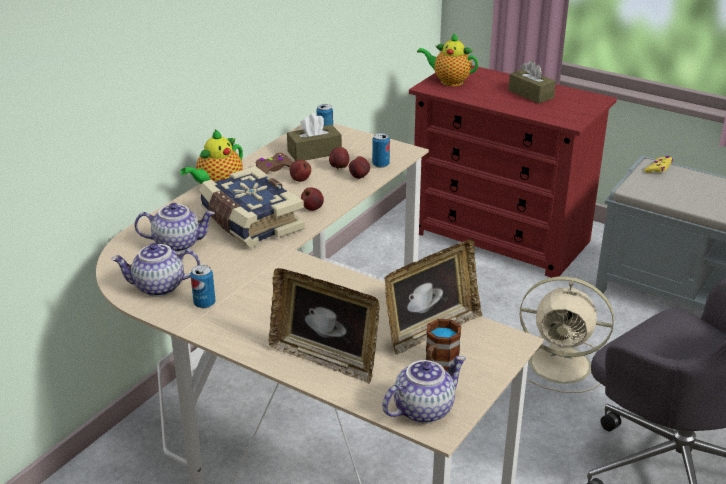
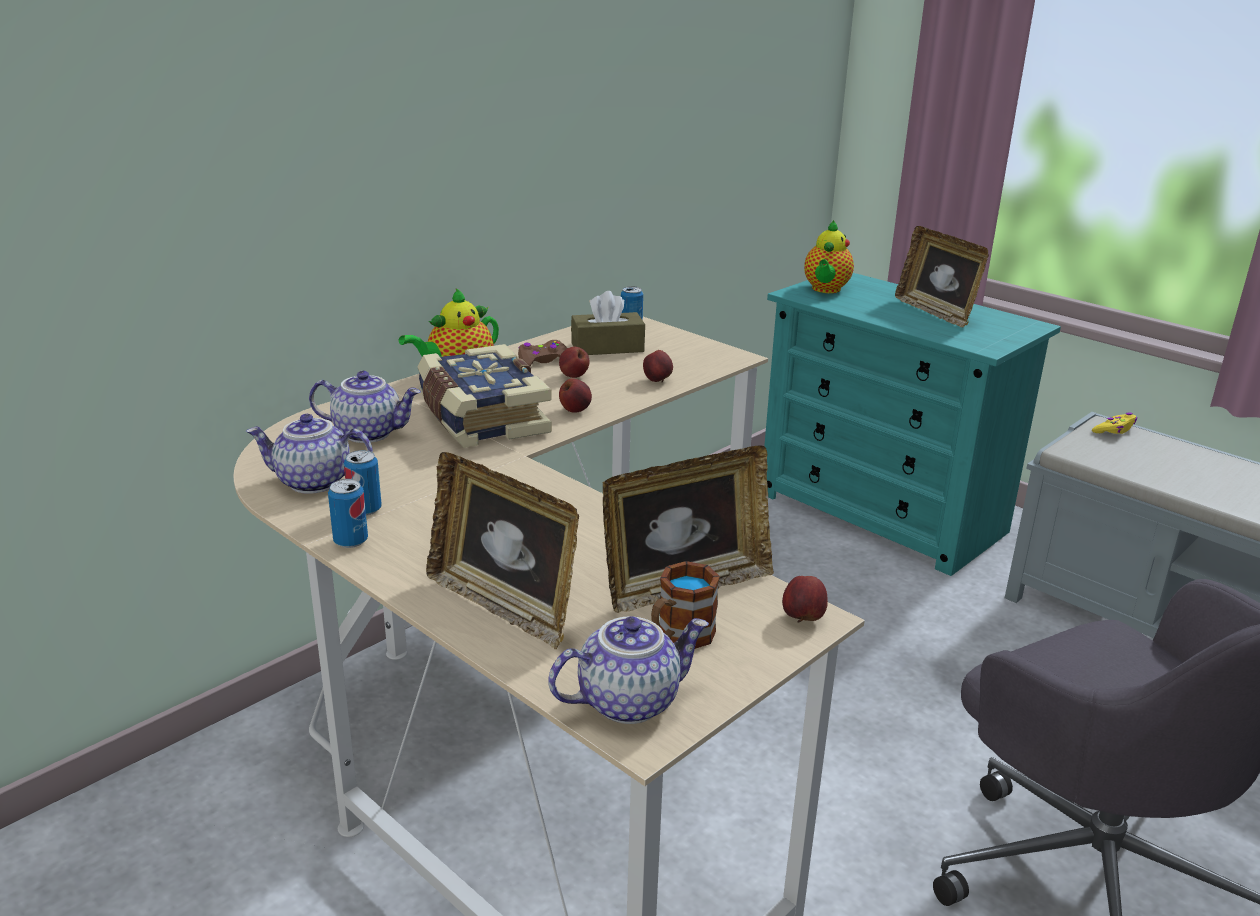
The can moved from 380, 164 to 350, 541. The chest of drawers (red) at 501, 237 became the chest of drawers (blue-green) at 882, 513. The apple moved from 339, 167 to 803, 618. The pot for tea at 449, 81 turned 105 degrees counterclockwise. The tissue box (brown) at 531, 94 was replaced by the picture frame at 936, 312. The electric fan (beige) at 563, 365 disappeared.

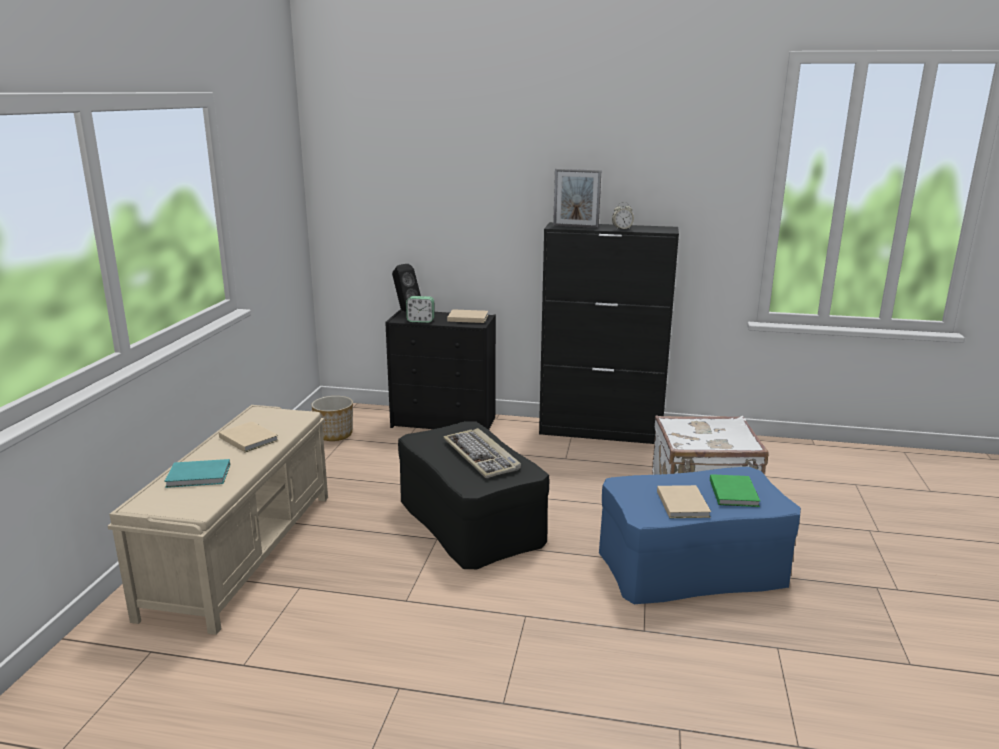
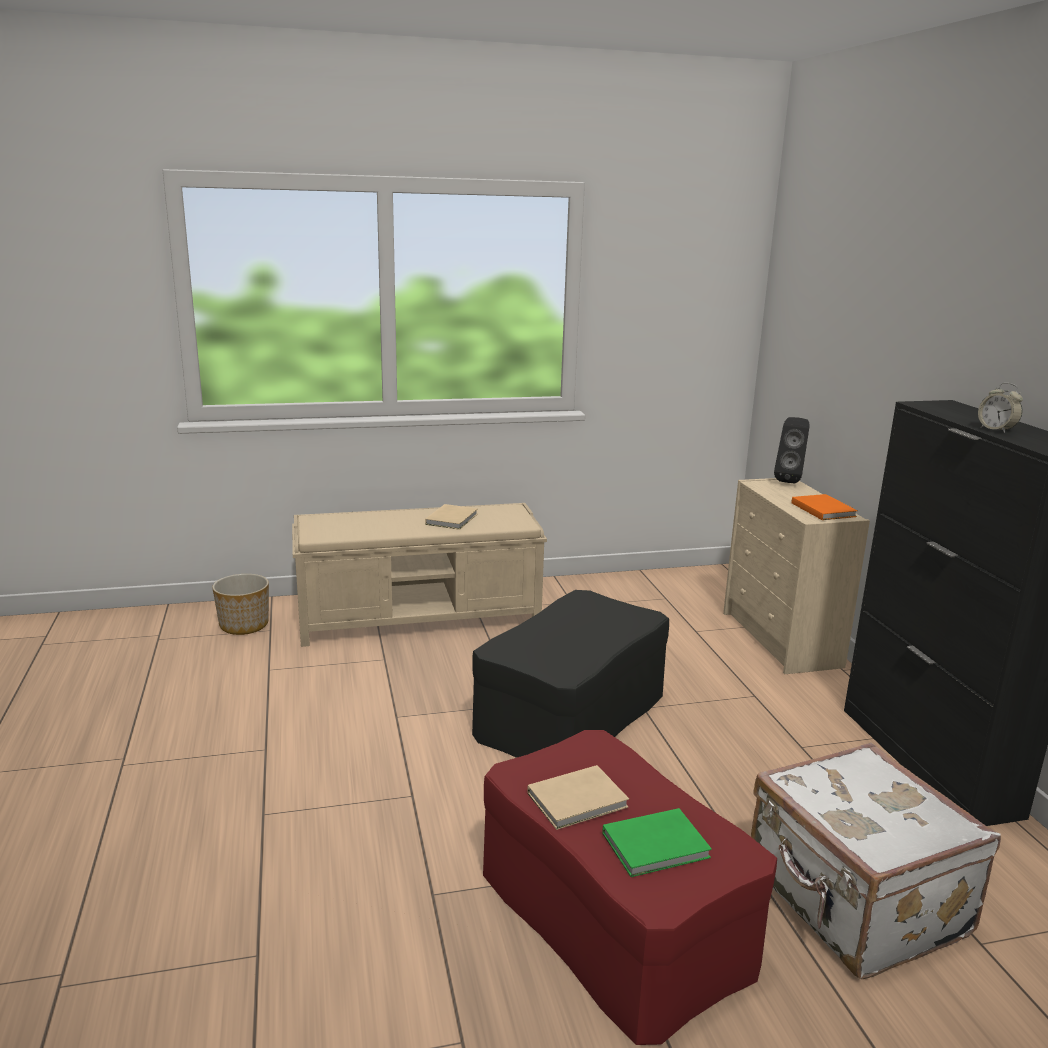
The plant pot moved from 334, 434 to 244, 625. The ottoman (bluish) at 691, 566 became the ottoman (red) at 615, 918. The chest of drawers (black-coloured) at 445, 422 became the chest of drawers (beige) at 781, 640. The book (beige) at 467, 318 became the book (orangey) at 823, 509. The book (blue-green) at 200, 476 disappeared. The alarm clock at 420, 321 disappeared. The PC keyboard at 482, 456 disappeared. The picture frame at 575, 226 disappeared.

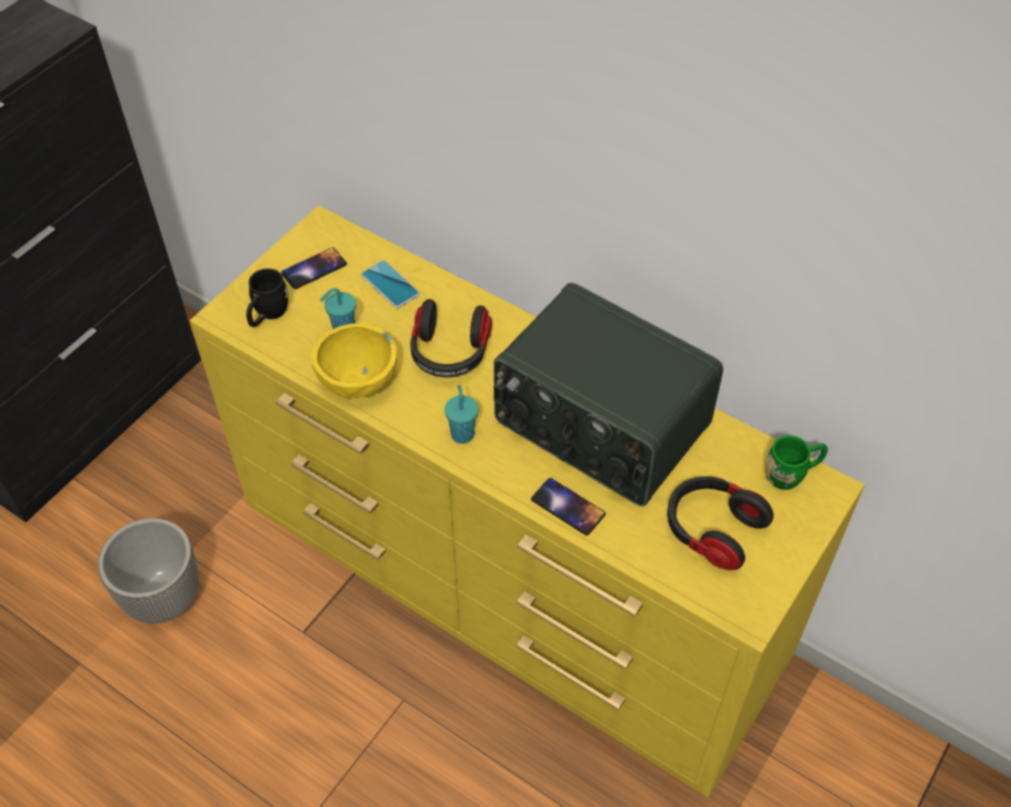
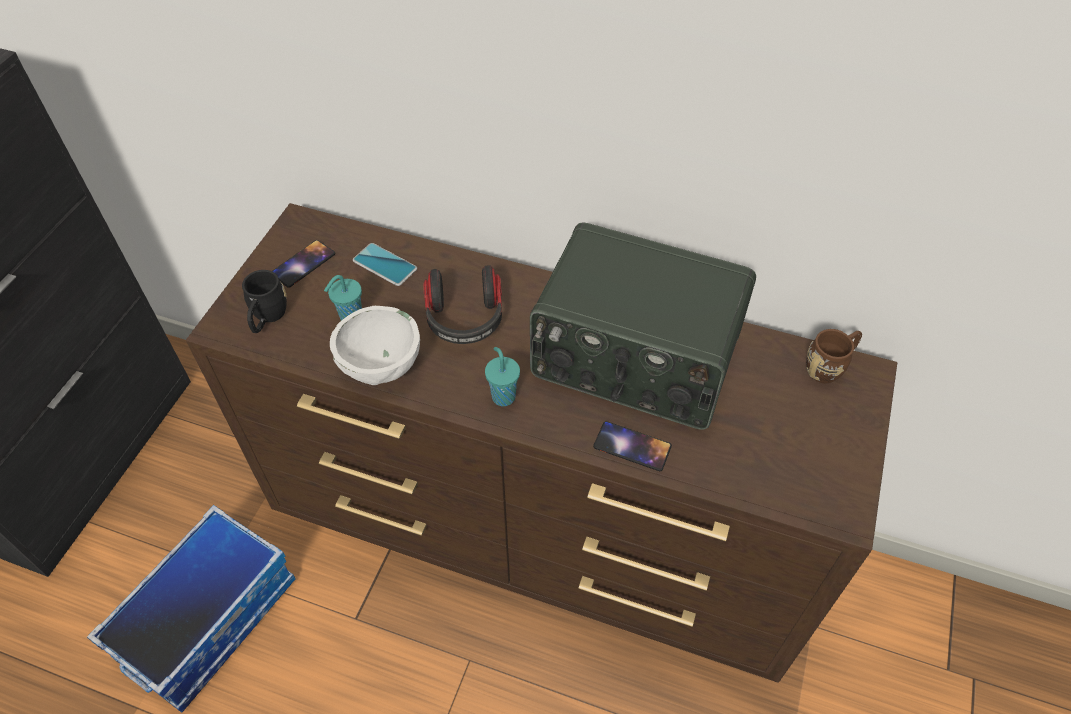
The plant pot at 164, 597 was replaced by the storage container at 208, 618. The chest of drawers (yellowish) at 510, 592 became the chest of drawers (brown) at 539, 532. The bowl (yellowish) at 358, 382 became the bowl (whitish) at 382, 367. The mug (green-coloured) at 792, 474 became the mug (brown) at 829, 367. The headphones at 712, 530 disappeared.

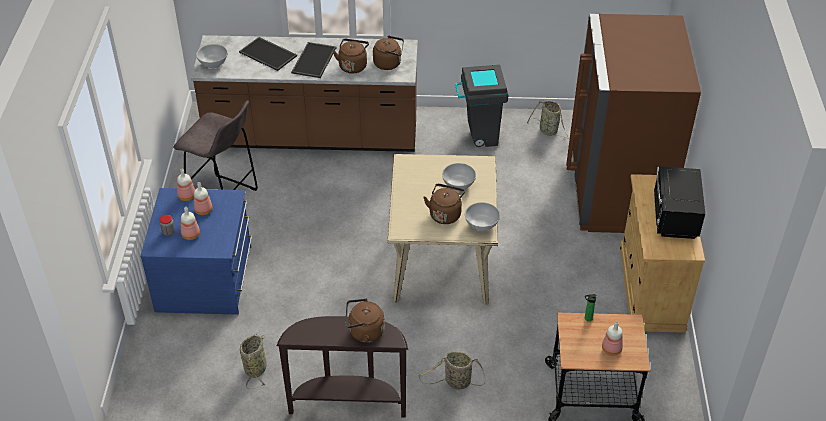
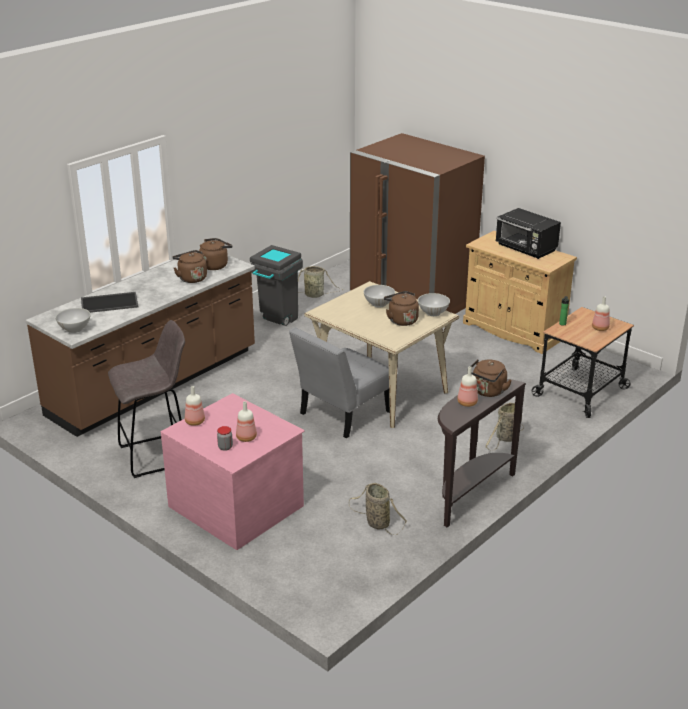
The chest of drawers (bluish) at 206, 279 became the chest of drawers (pinkish) at 237, 505. The plain chair (greyish) at 341, 415 appeared. The bottle moved from 203, 210 to 467, 403. The tray at 314, 61 disappeared.

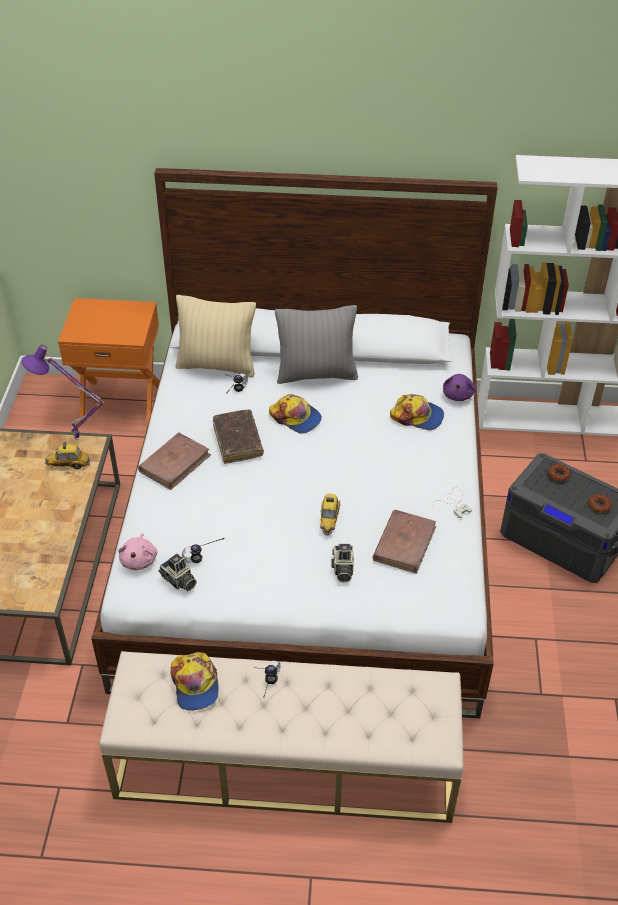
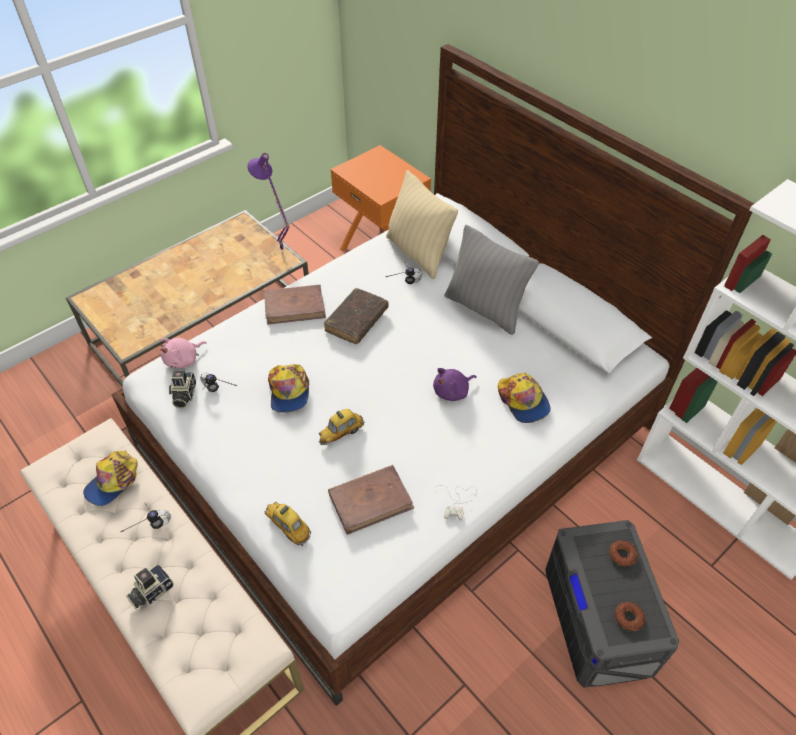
The still camera moved from 342, 569 to 151, 591. The model car moved from 68, 464 to 288, 527. The baseball cap moved from 296, 417 to 289, 391. The plush toy (purplish) moved from 458, 395 to 453, 391.

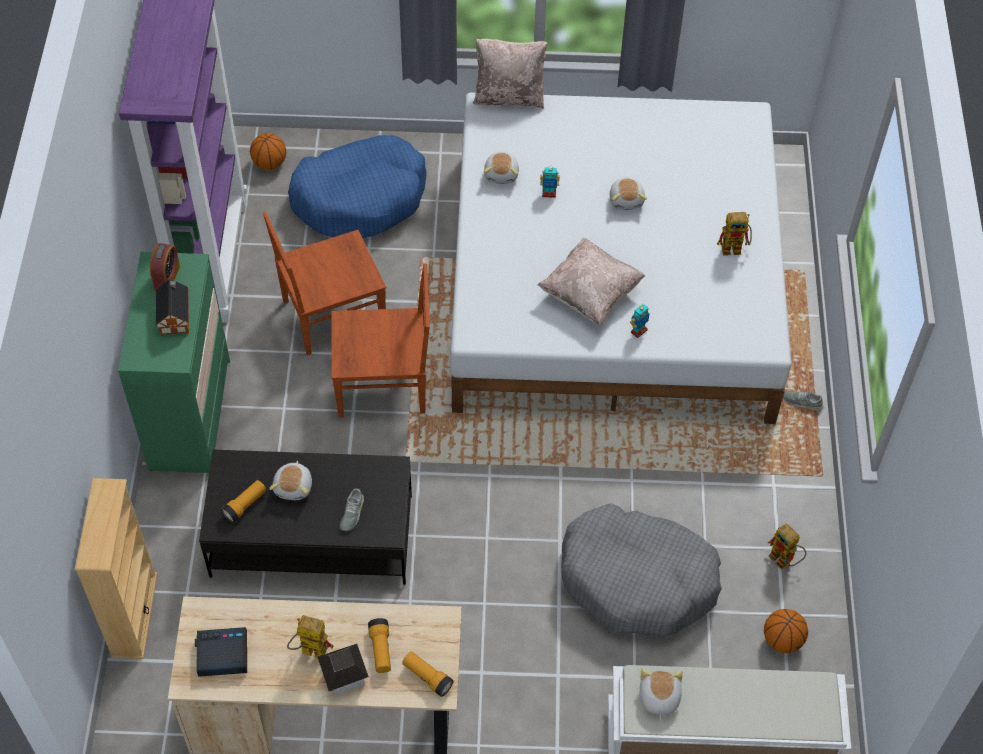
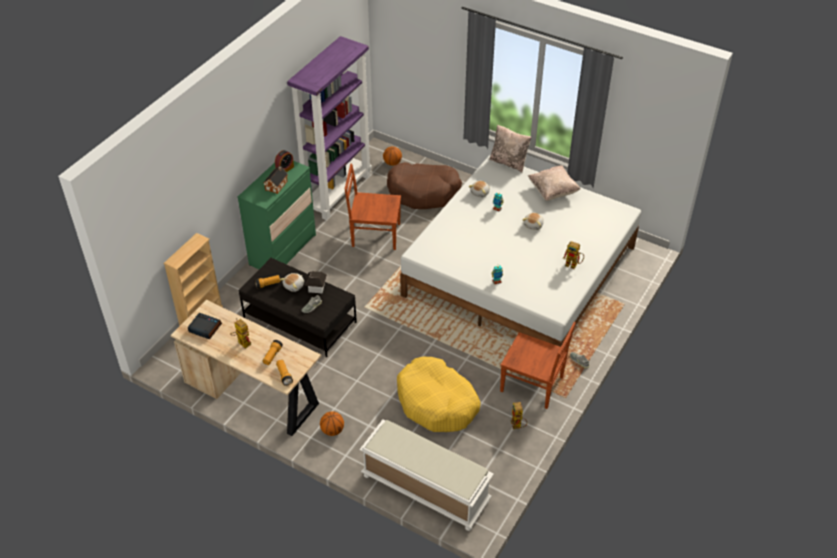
The model house moved from 344, 676 to 316, 287. The basketball ball moved from 782, 640 to 332, 431. The pet bed (bluish) at 360, 198 became the pet bed (brown) at 424, 192. The pet bed (greyish) at 637, 580 became the pet bed (yellowish) at 437, 402. The plain chair (brown) moved from 384, 384 to 533, 385. The throw pillow (beige) moved from 590, 294 to 553, 191. The plush toy at 658, 698 disappeared.

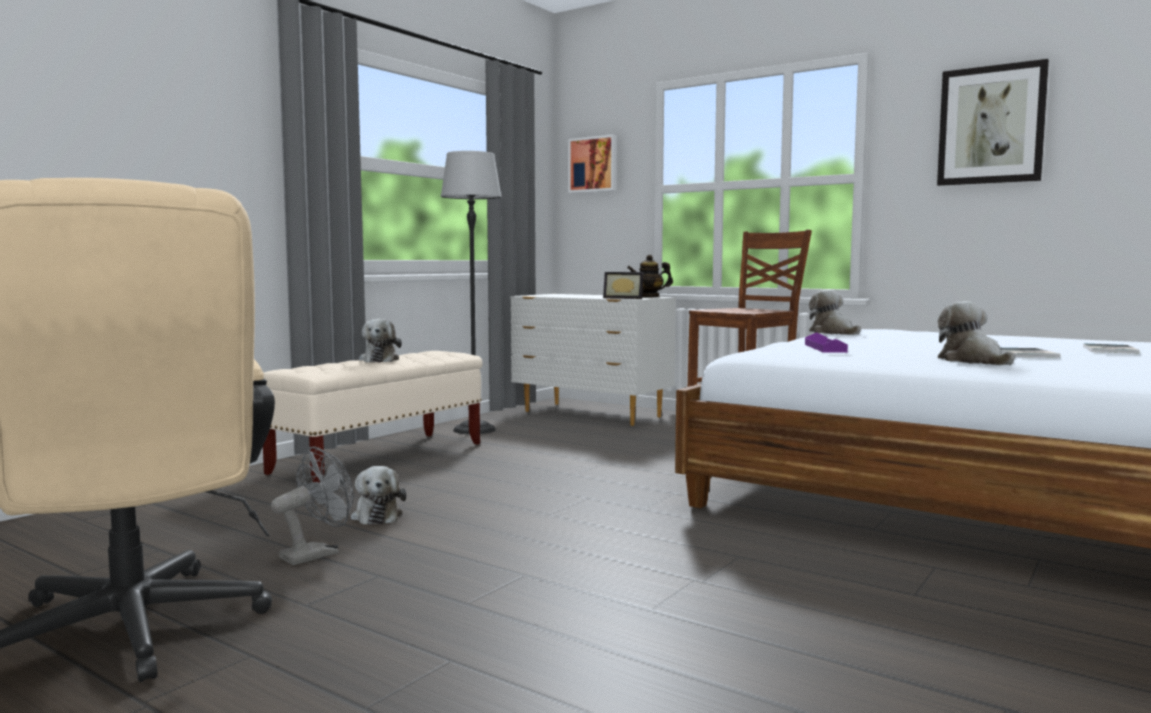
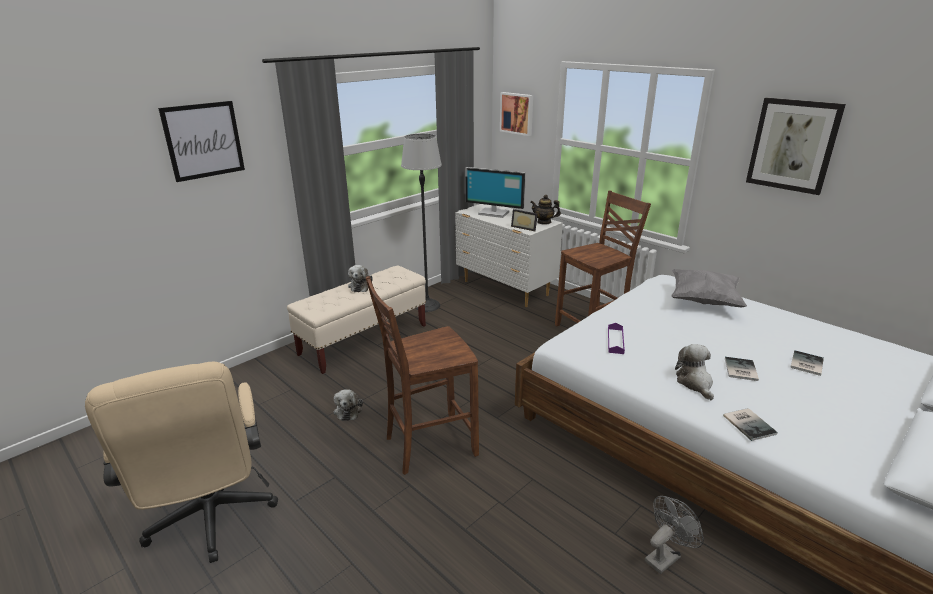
The picture at 203, 140 appeared. The plain chair (brown) at 428, 445 appeared. The monitor at 494, 213 appeared. The electric fan (greyish) moved from 317, 554 to 665, 556. The throw pillow (greyish) at 703, 301 appeared. The book at 749, 424 appeared. The plush toy at 833, 333 disappeared.

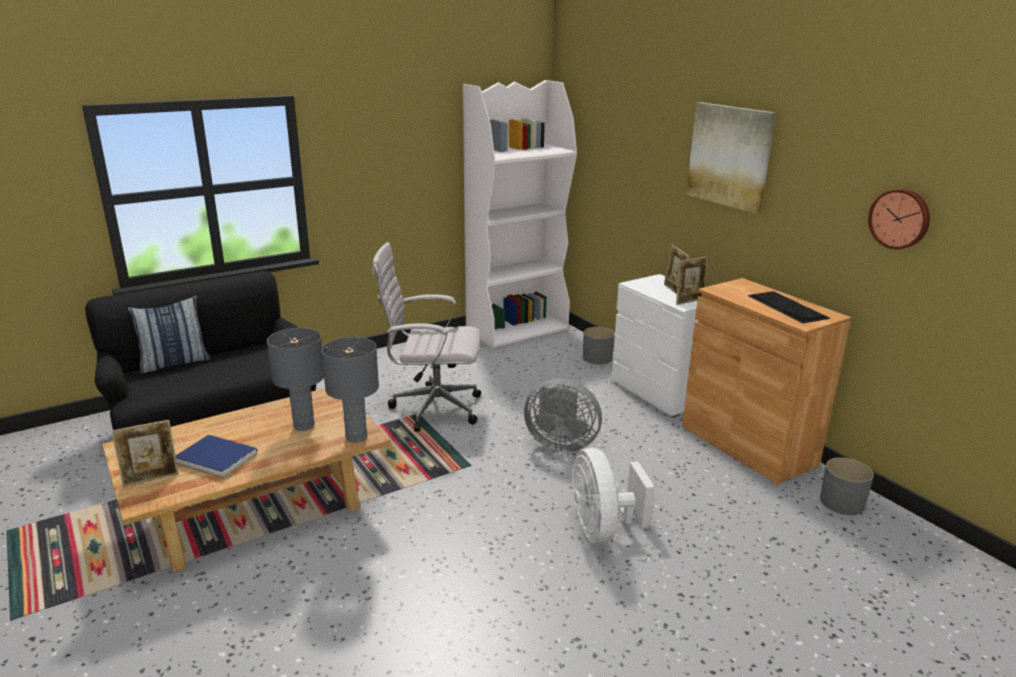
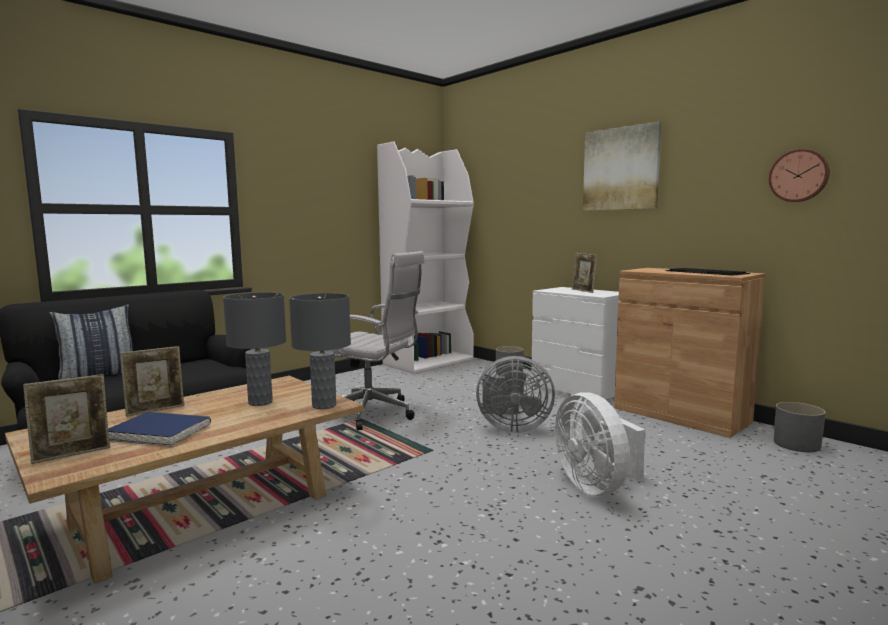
The picture frame moved from 689, 301 to 156, 410. The computer chair (whitish) at 432, 408 turned 150 degrees counterclockwise.

